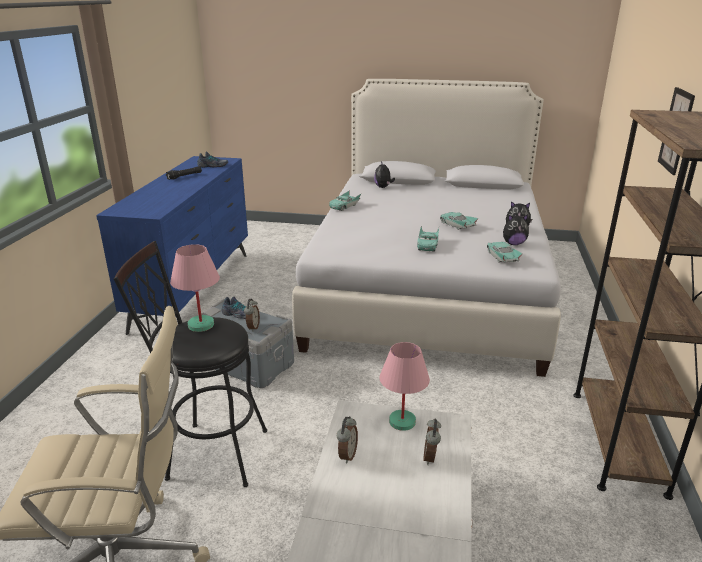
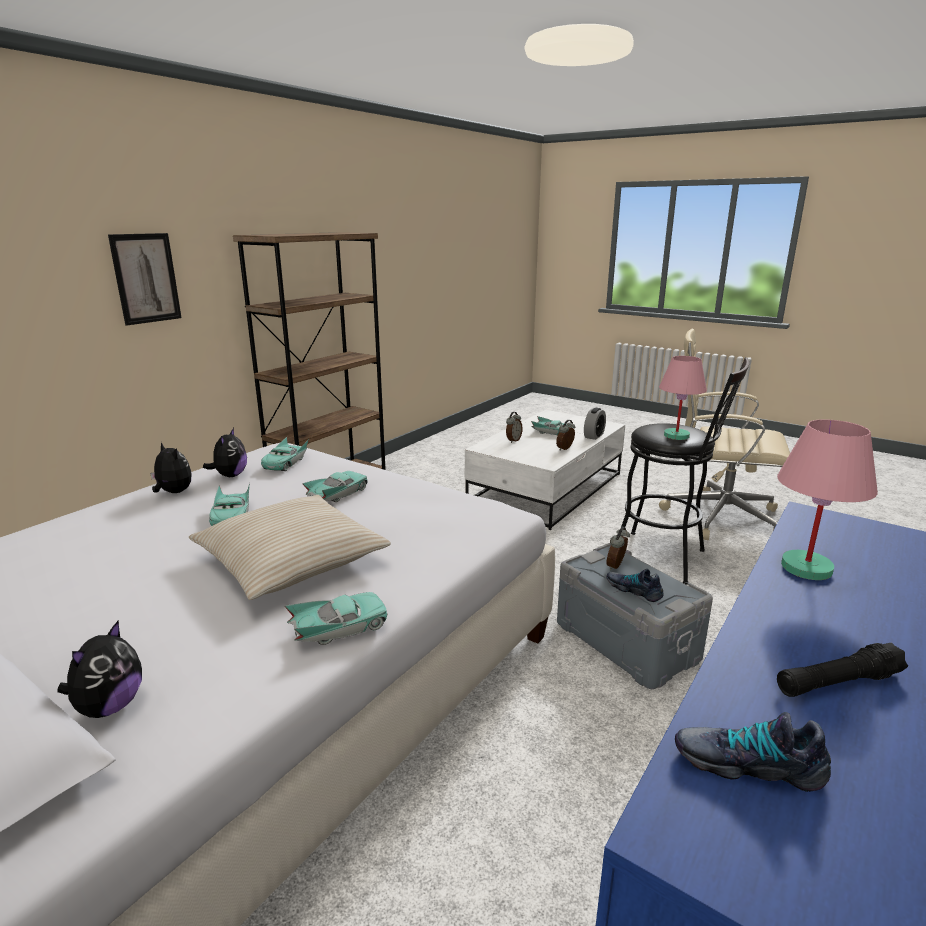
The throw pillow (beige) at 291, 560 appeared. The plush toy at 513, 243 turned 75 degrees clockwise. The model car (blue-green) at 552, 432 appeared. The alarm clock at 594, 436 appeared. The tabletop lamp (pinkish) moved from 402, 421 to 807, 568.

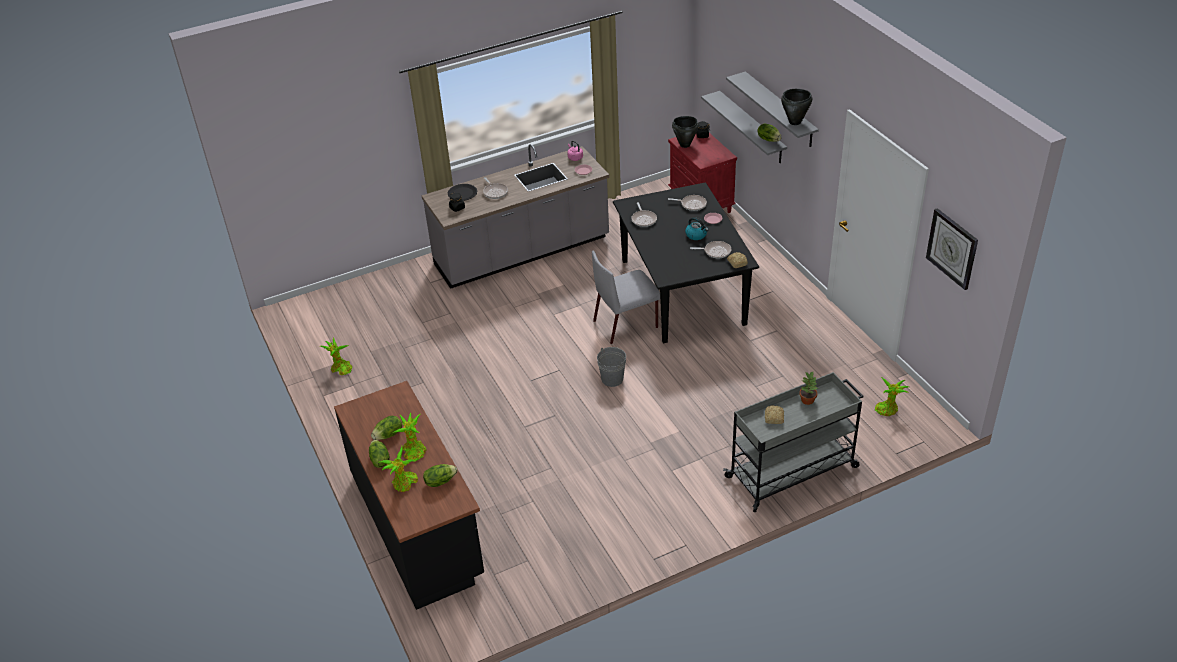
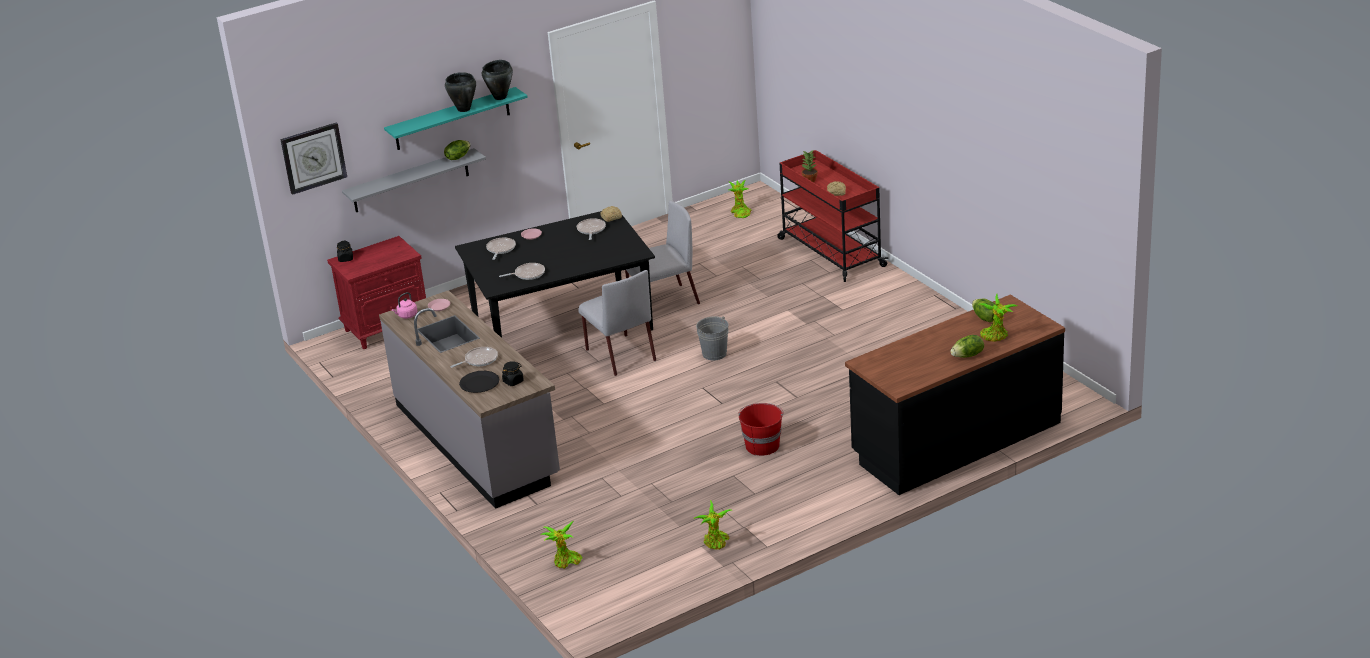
The wall clock moved from 952, 248 to 313, 157. The wall shelf (greyish) at 780, 110 became the wall shelf (blue-green) at 452, 119. The stockpot (black-coloured) moved from 684, 145 to 463, 109. The plant in a pot moved from 413, 451 to 565, 562. The plain chair (greyish) at 662, 302 appeared. The water bucket (red) at 762, 445 appeared. The wheeled cart (greyish) at 793, 471 became the wheeled cart (red) at 830, 252. The head of lettuce at 388, 435 disappeared. The tea kettle at 696, 235 disappeared.

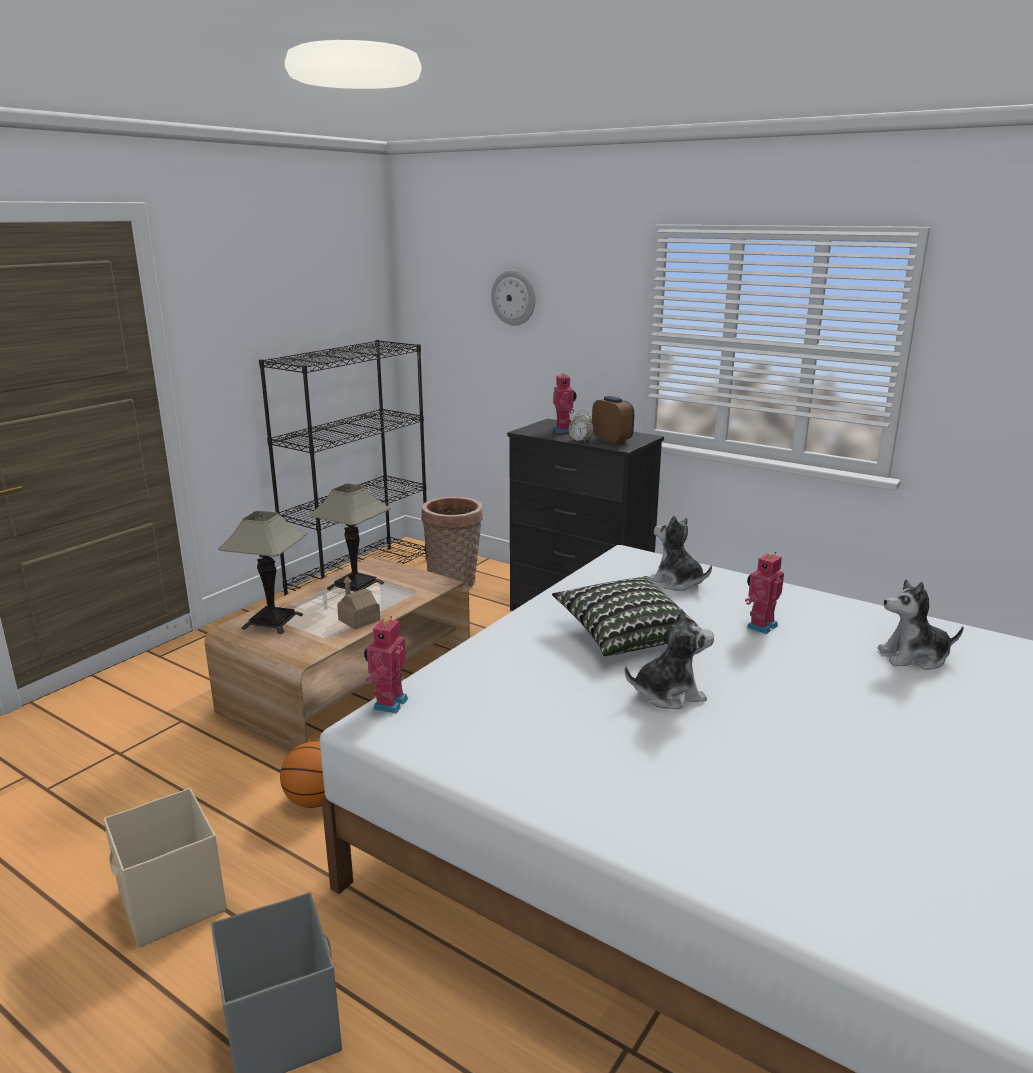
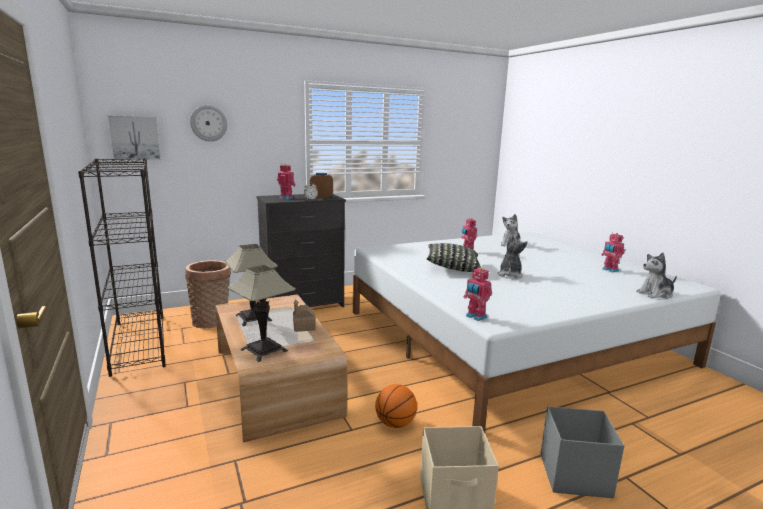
The picture at 135, 138 appeared. The model robot at 609, 270 appeared. The plush toy moved from 677, 582 to 656, 294.

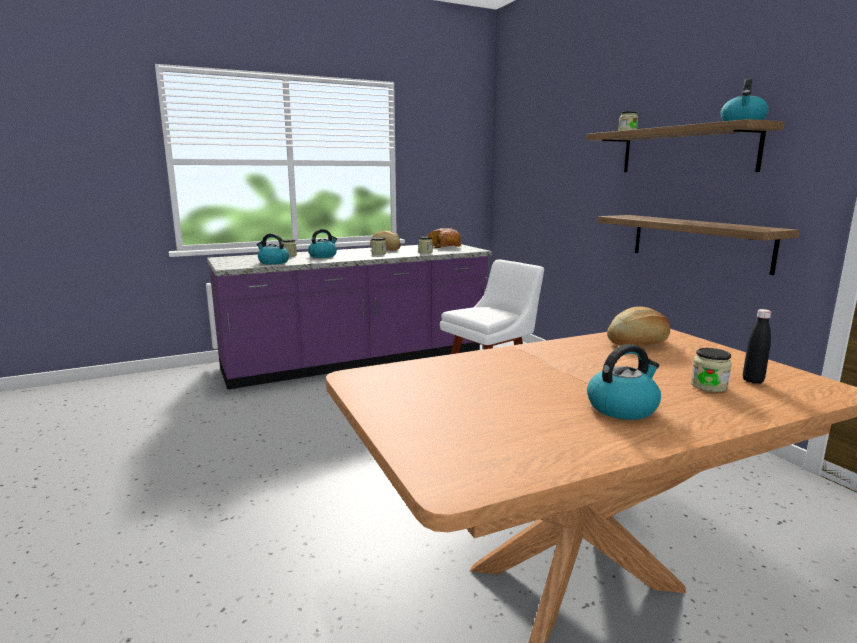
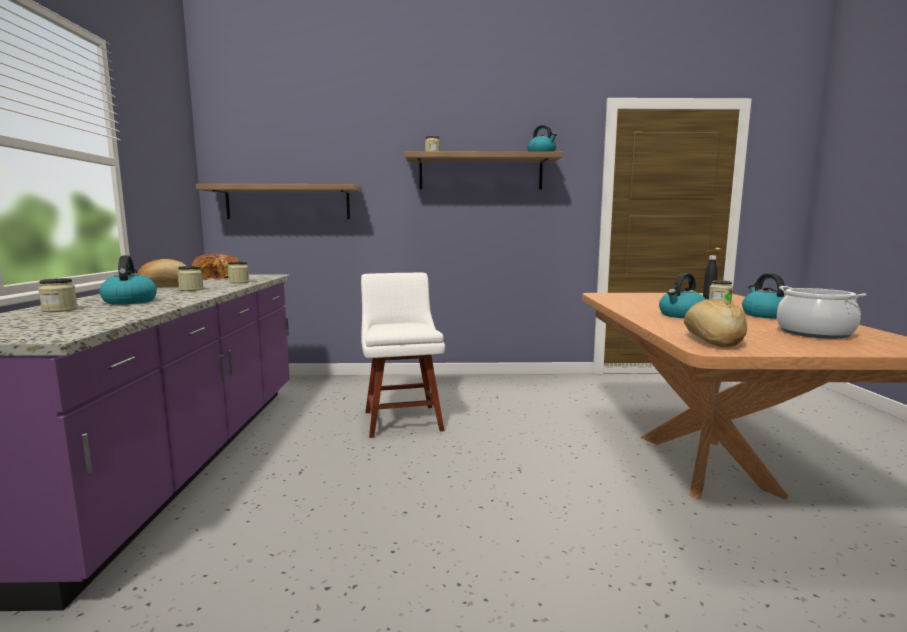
The wall shelf moved from 699, 242 to 288, 203. The tea kettle moved from 273, 262 to 682, 315. The bakery bread moved from 638, 342 to 711, 341. The stockpot at 814, 333 appeared.

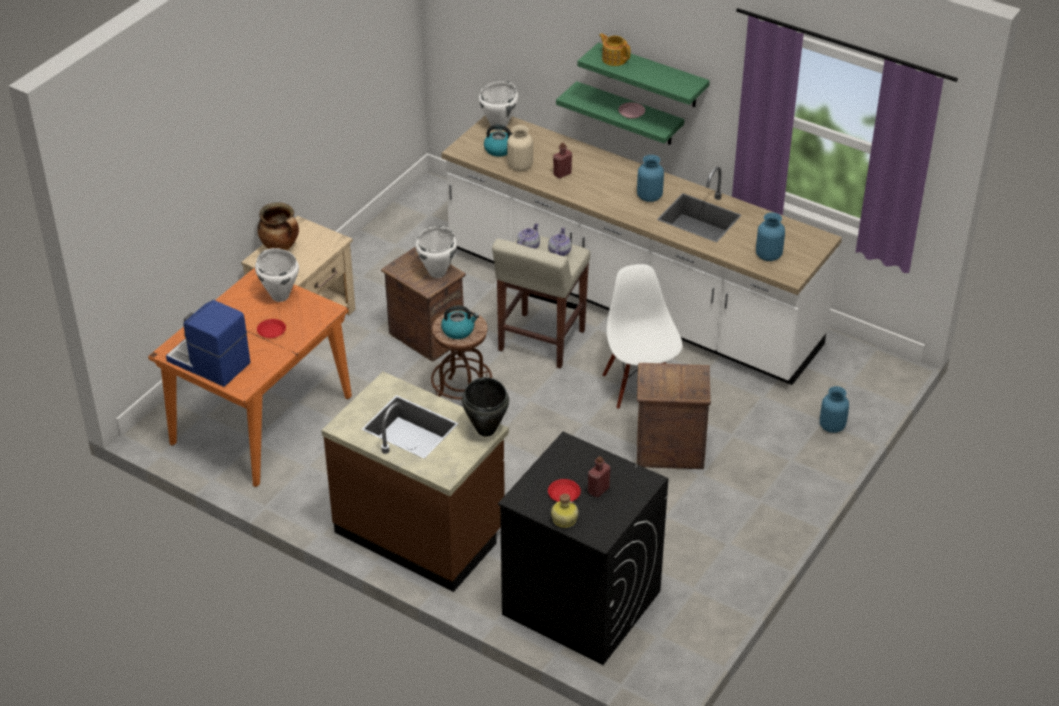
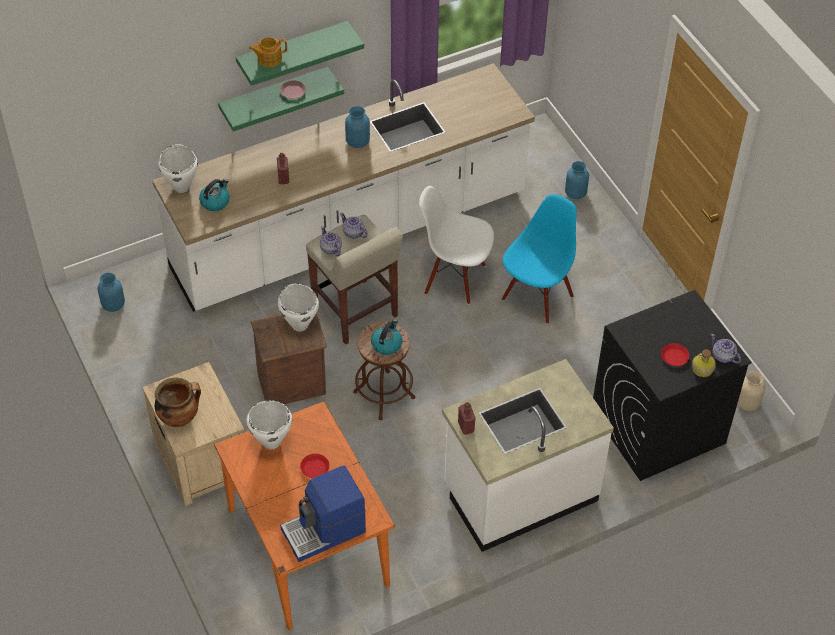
The decorative vase (bluish) moved from 768, 255 to 113, 304. The kitchen base unit (brown) at 421, 531 became the kitchen base unit (whitish) at 519, 492. The bottle (red) moved from 598, 490 to 466, 427. The shipping crate at 669, 451 was replaced by the plain chair (bluish) at 536, 296. The pot for tea at 723, 356 appeared. The decorative vase (beige) moved from 520, 166 to 747, 403. The stockpot (black-coloured) at 486, 429 disappeared.

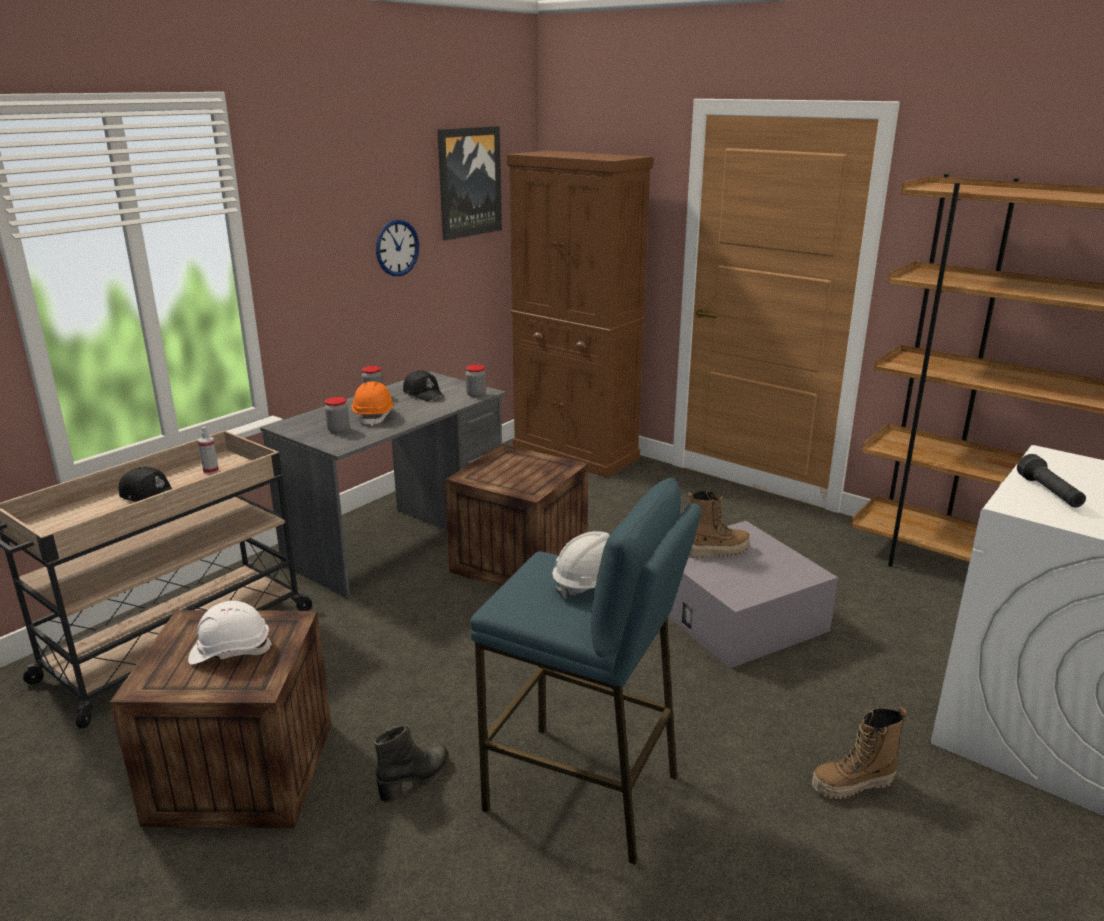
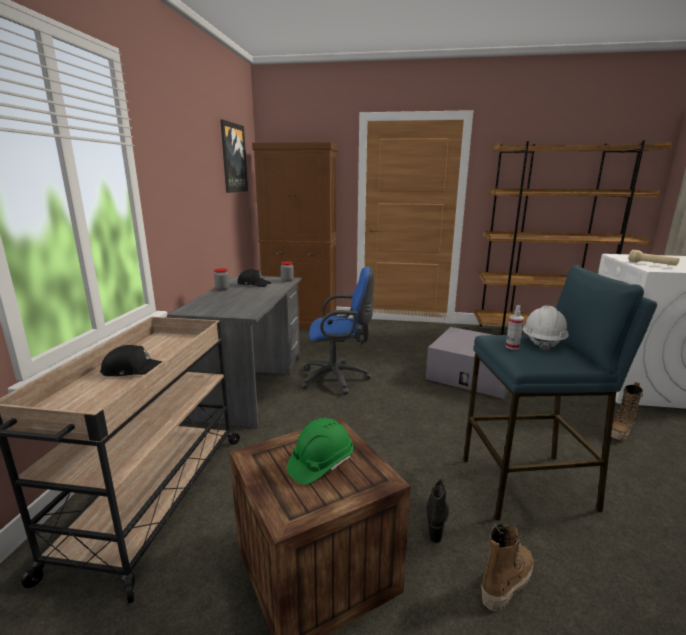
The work helmet (whitish) at 230, 651 became the work helmet (green-coloured) at 320, 464. The shipping crate at 519, 562 was replaced by the computer chair (bluish) at 338, 379. The tall boot moved from 716, 551 to 505, 582. The sprayer moved from 211, 471 to 512, 347. The hand torch (black-coloured) at 1049, 493 became the hand torch (beige) at 652, 264. The jar at 338, 430 disappeared. The work helmet (orangey) at 374, 416 disappeared. The wall clock at 397, 248 disappeared.

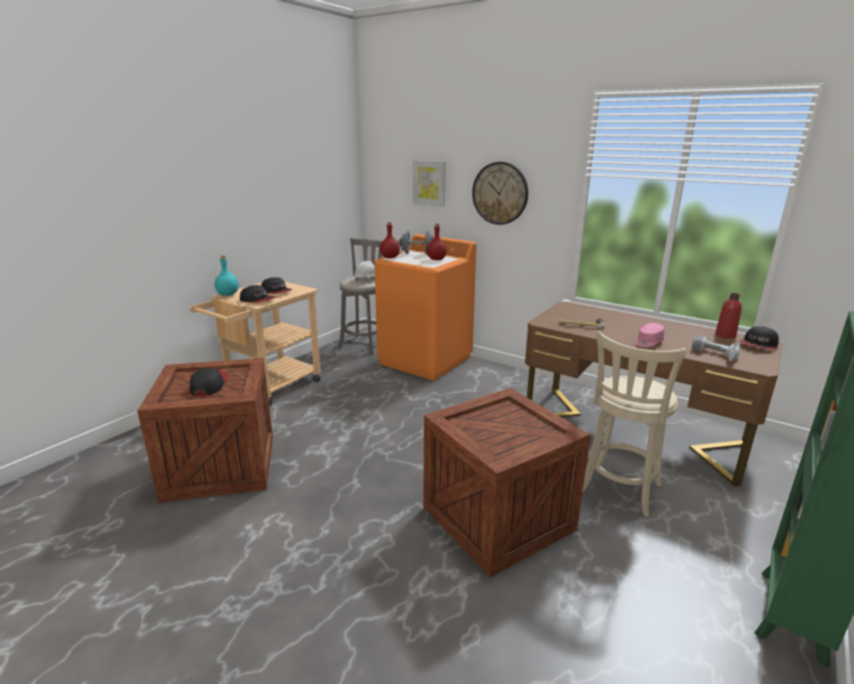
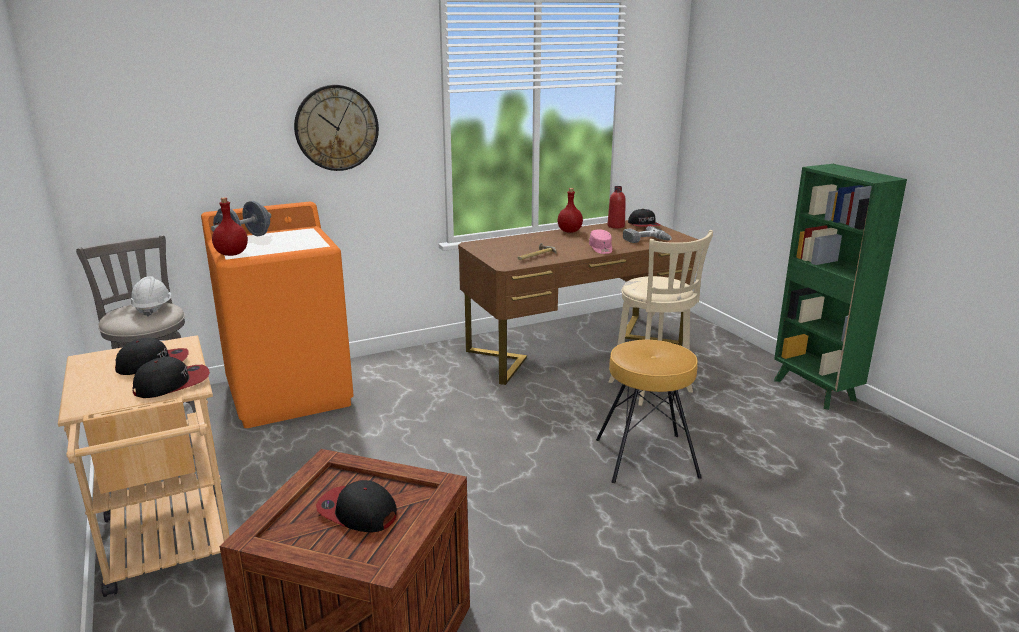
The bottle (red) moved from 436, 259 to 570, 231. The shipping crate at 498, 516 was replaced by the sitting stool (brown) at 646, 457. The bottle (blue-green) at 228, 294 disappeared. The picture at 429, 183 disappeared.

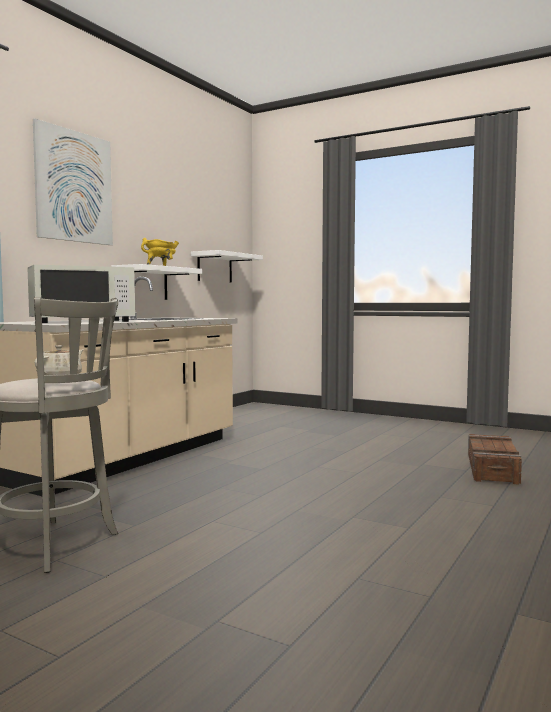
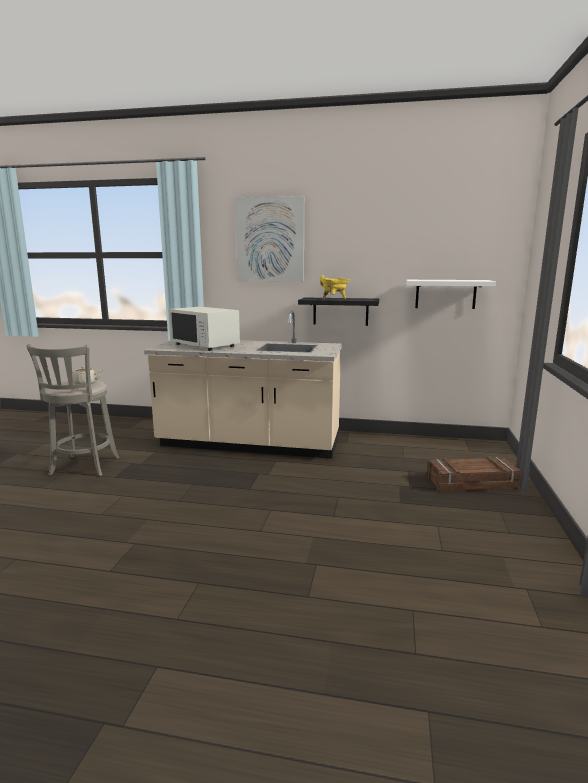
The wall shelf (whitish) at 144, 283 became the wall shelf (black-coloured) at 340, 311. The shipping crate moved from 493, 468 to 472, 483.

